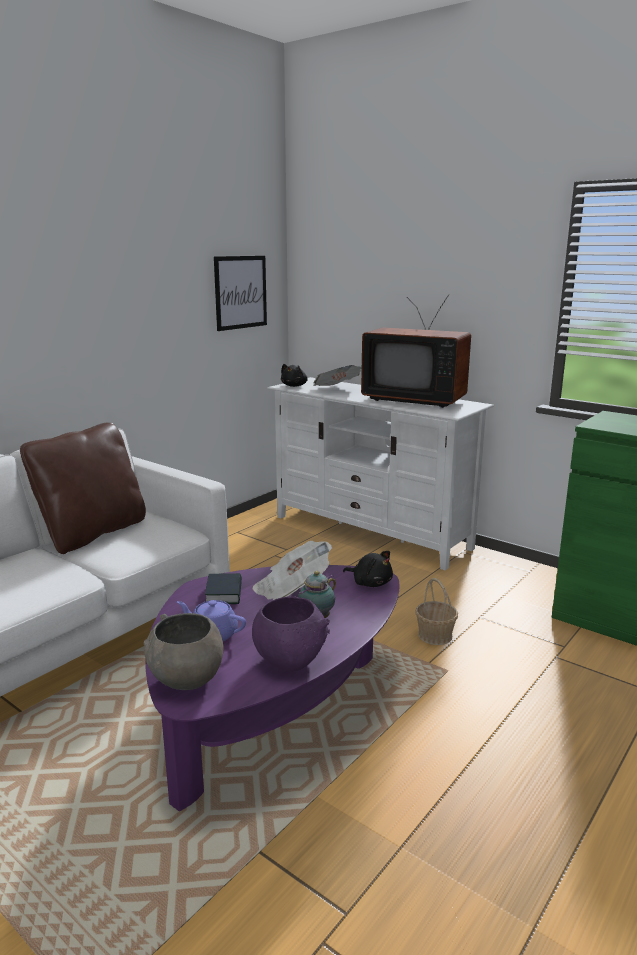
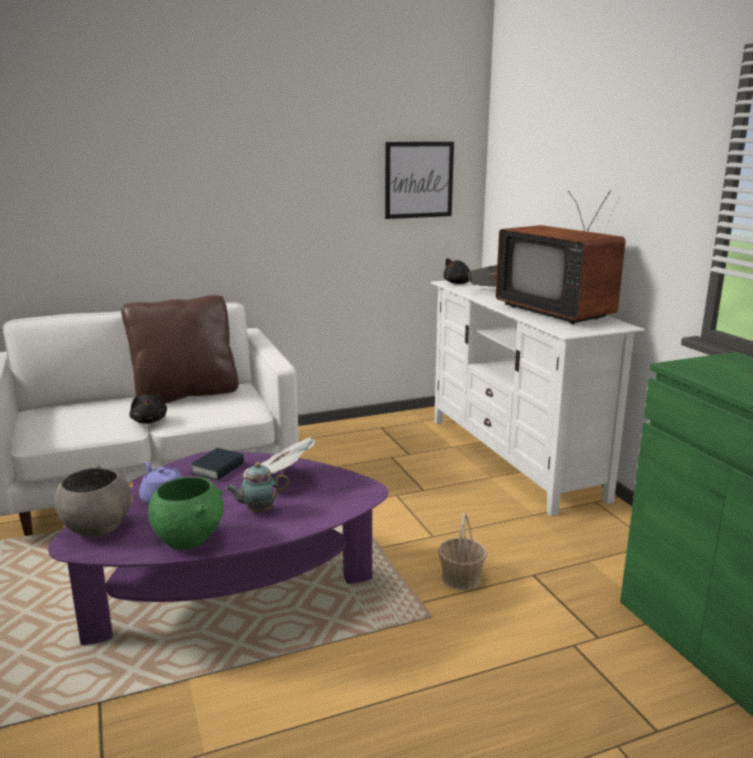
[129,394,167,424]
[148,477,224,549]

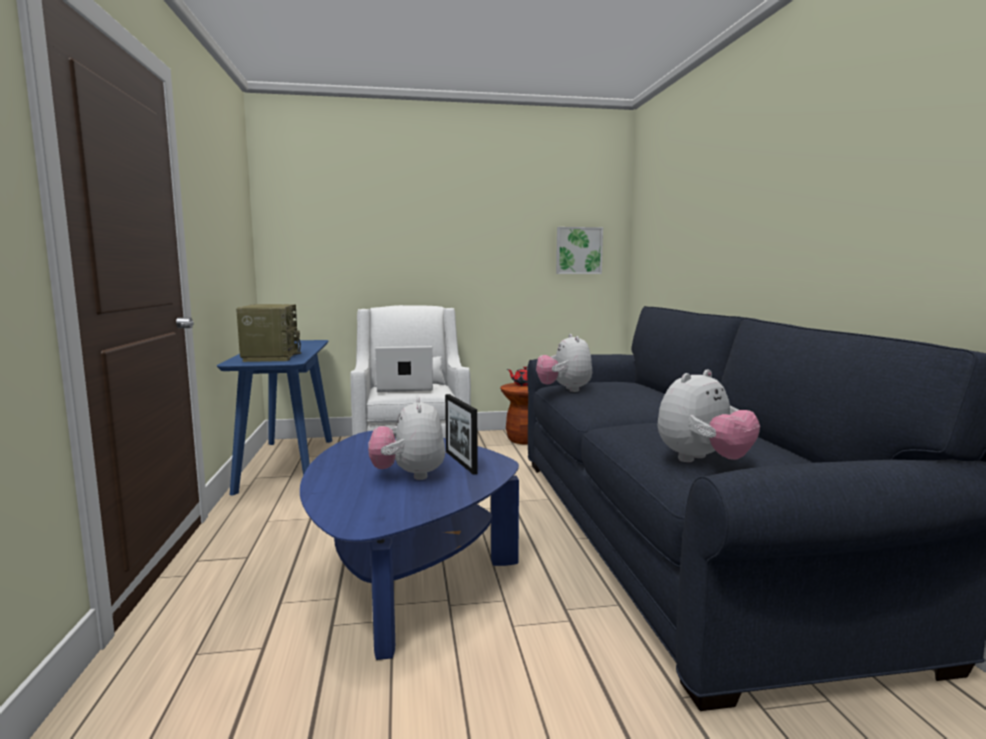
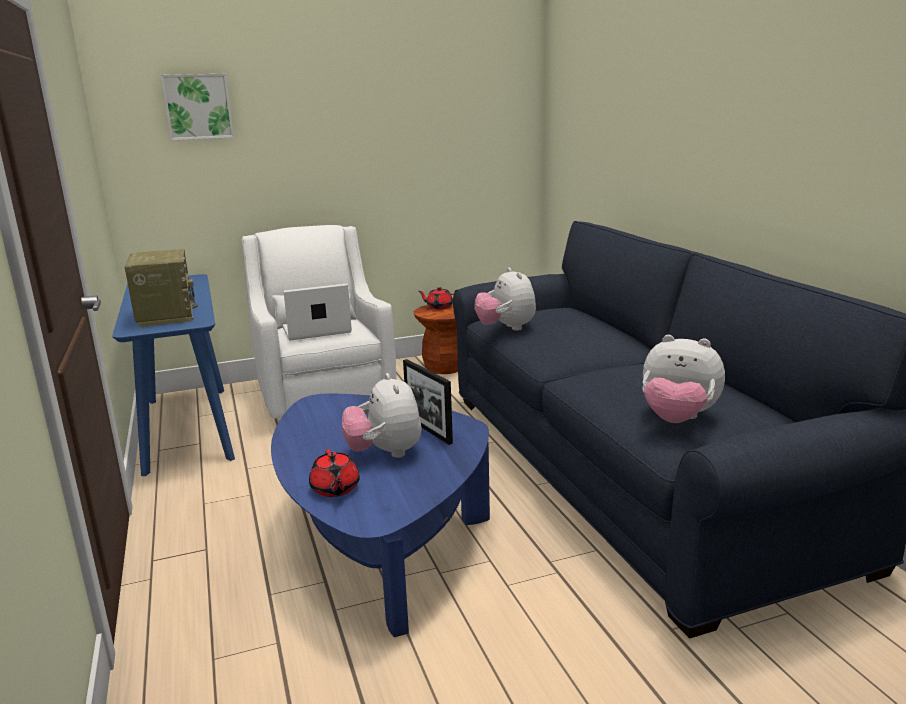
[309,450,360,497]
[161,74,234,141]
[642,335,725,423]

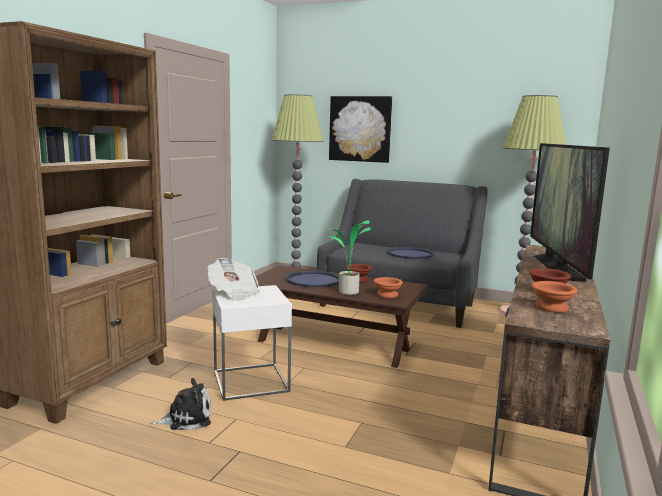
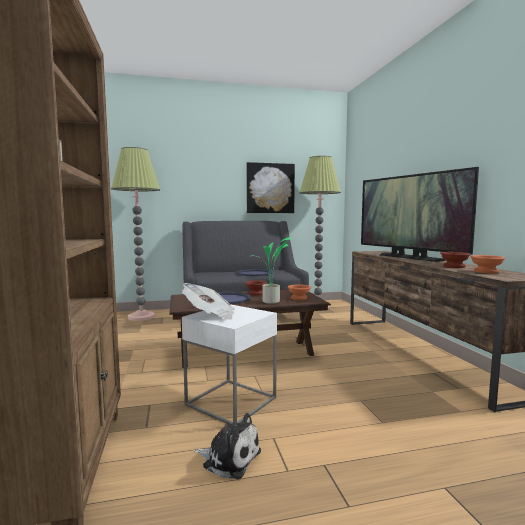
[246,162,295,213]
[194,413,261,479]

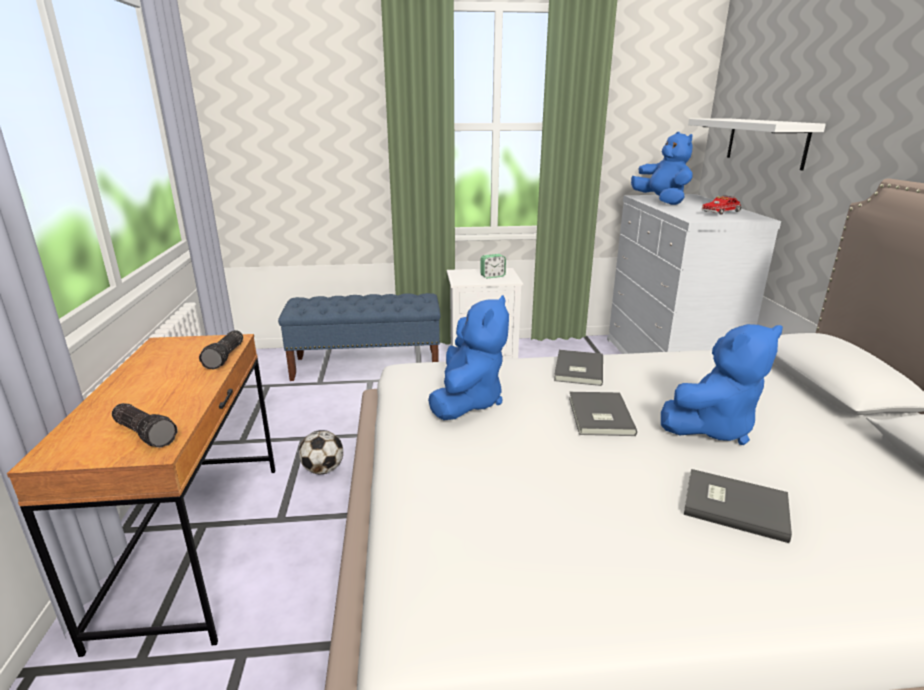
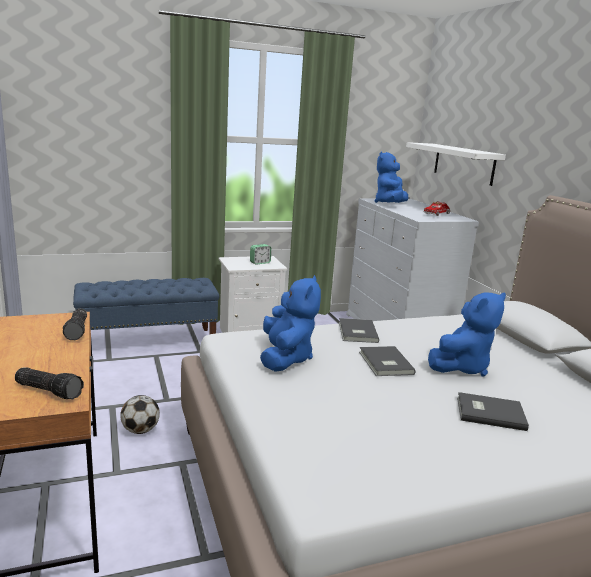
[375,152,408,203]

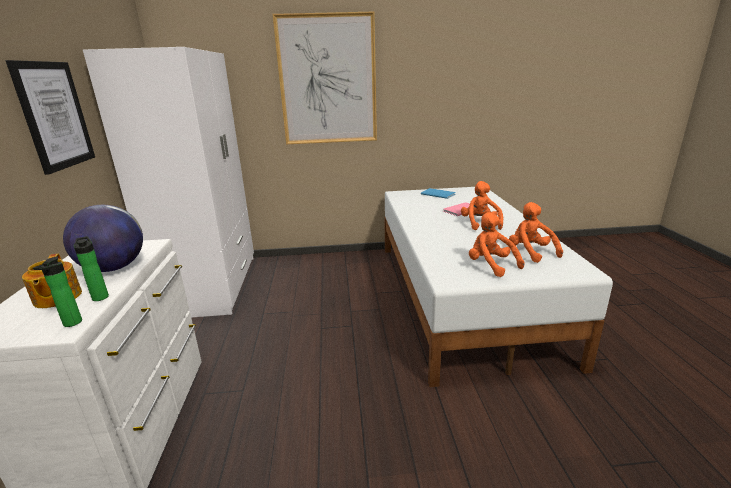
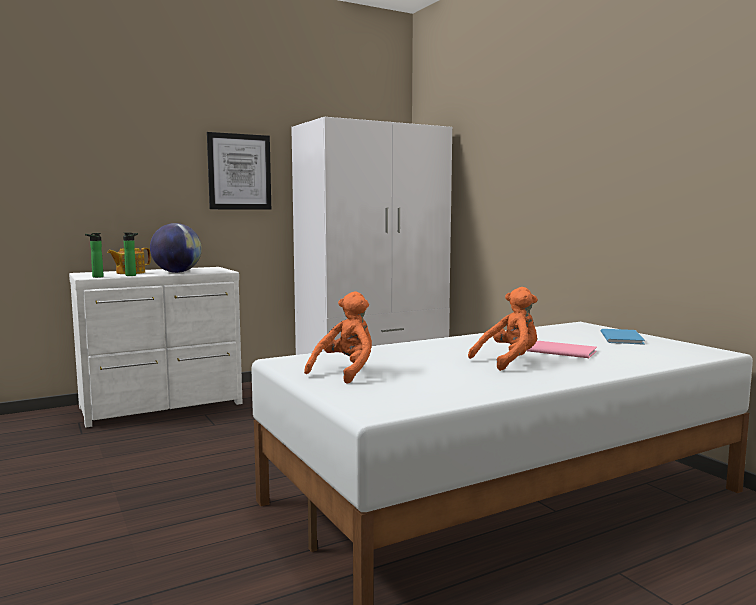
[273,12,377,144] (first image)
[509,202,563,263] (first image)

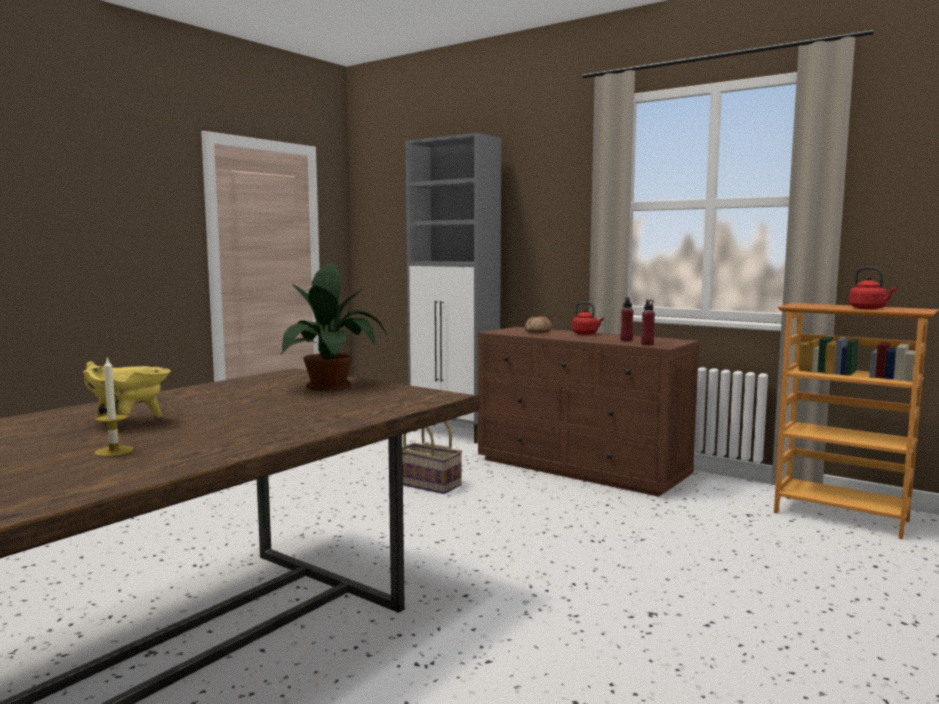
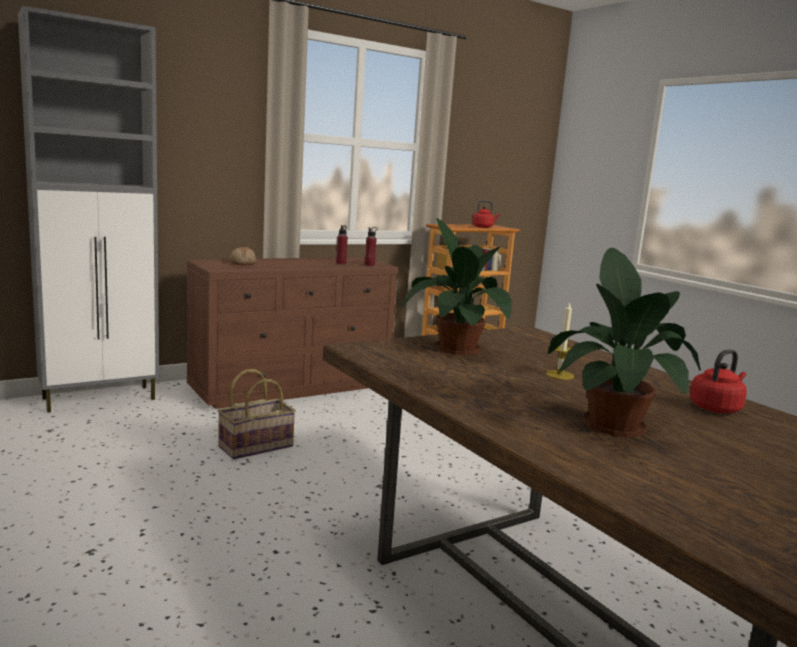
[546,302,574,380]
[690,349,747,413]
[548,248,701,437]

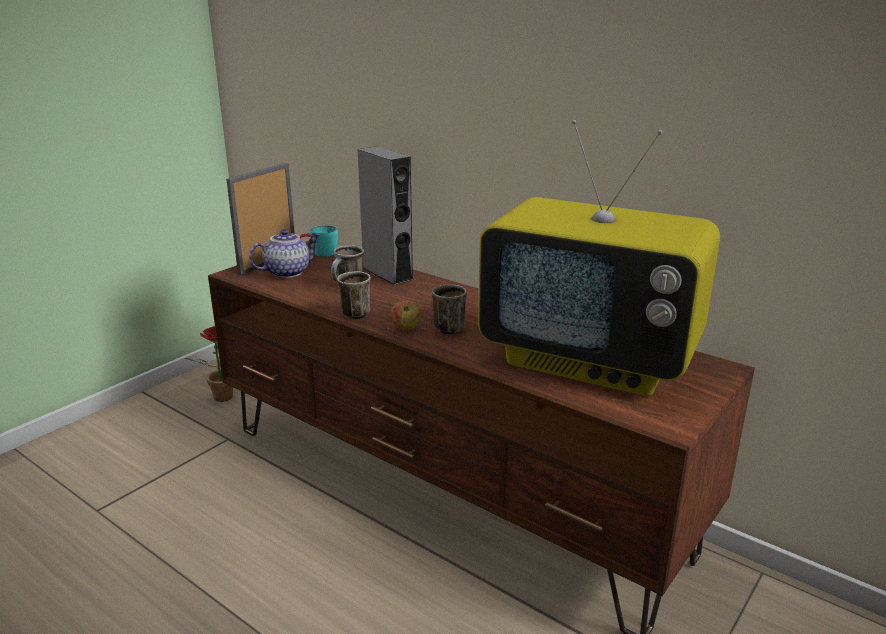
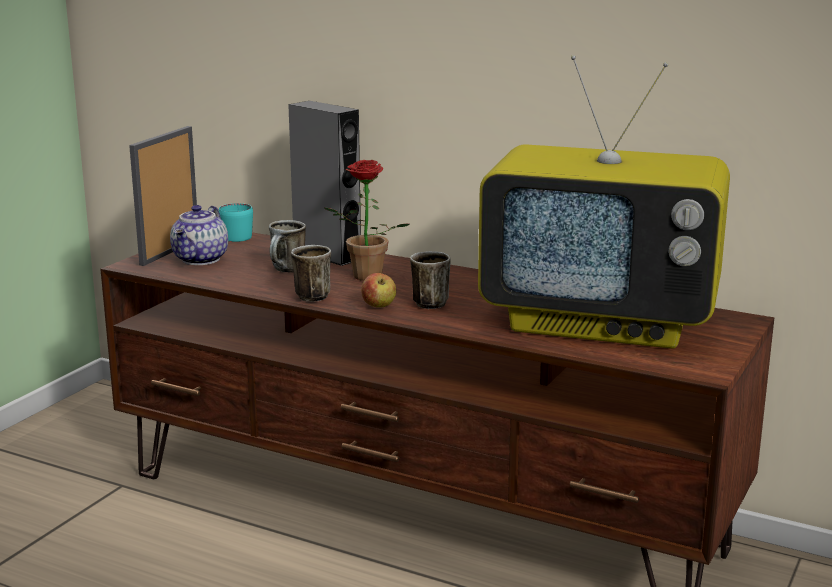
[324,160,410,281]
[170,205,228,265]

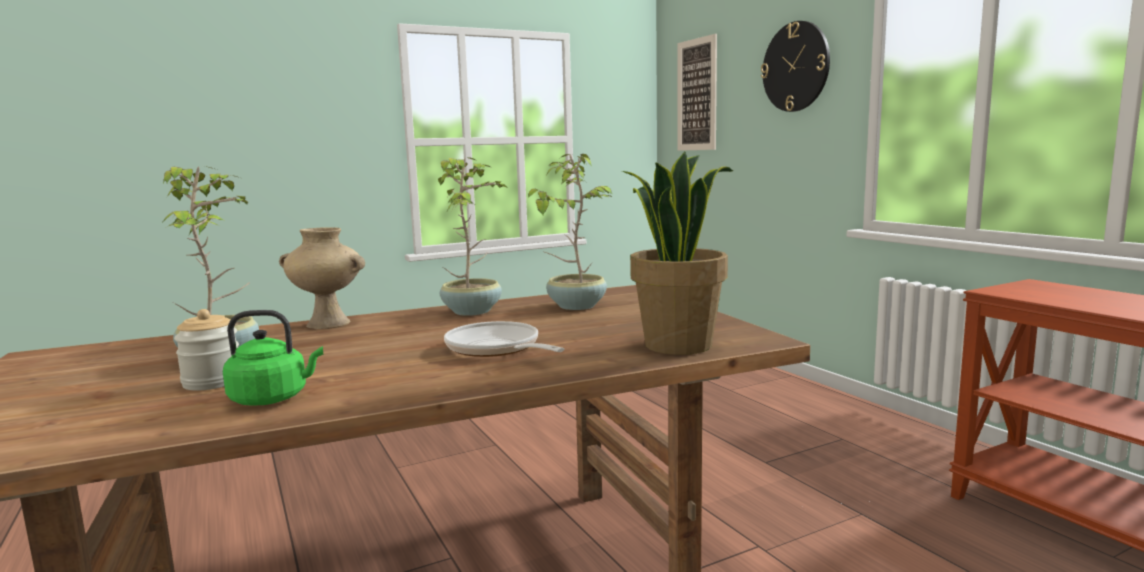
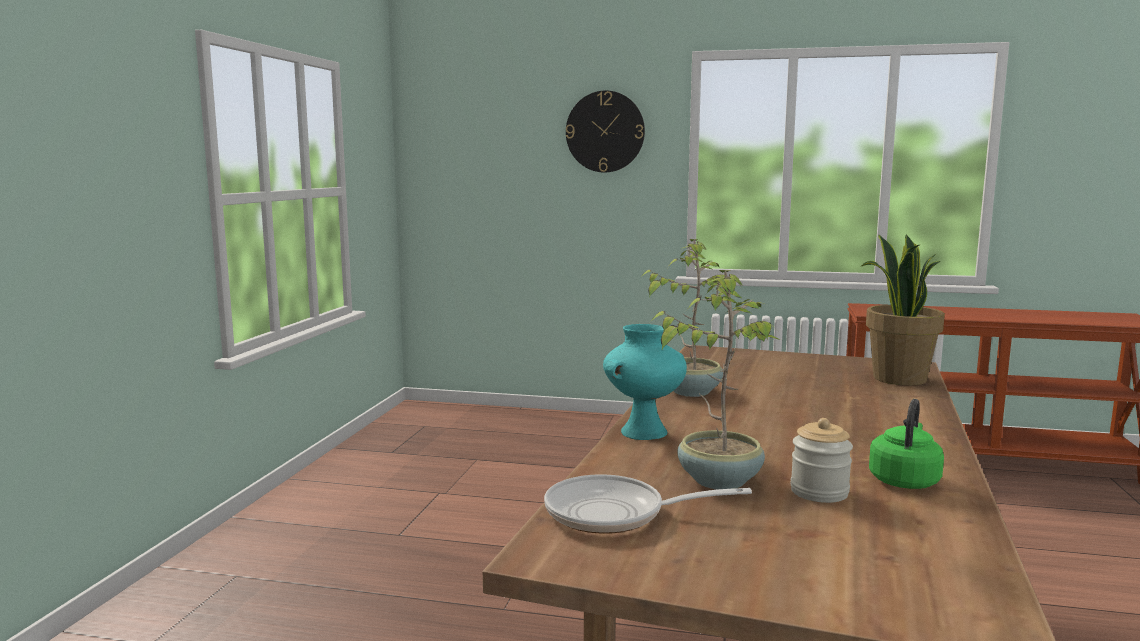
[528,154,613,310] (first image)
[678,34,717,151] (first image)
[544,474,752,534]
[603,324,687,440]

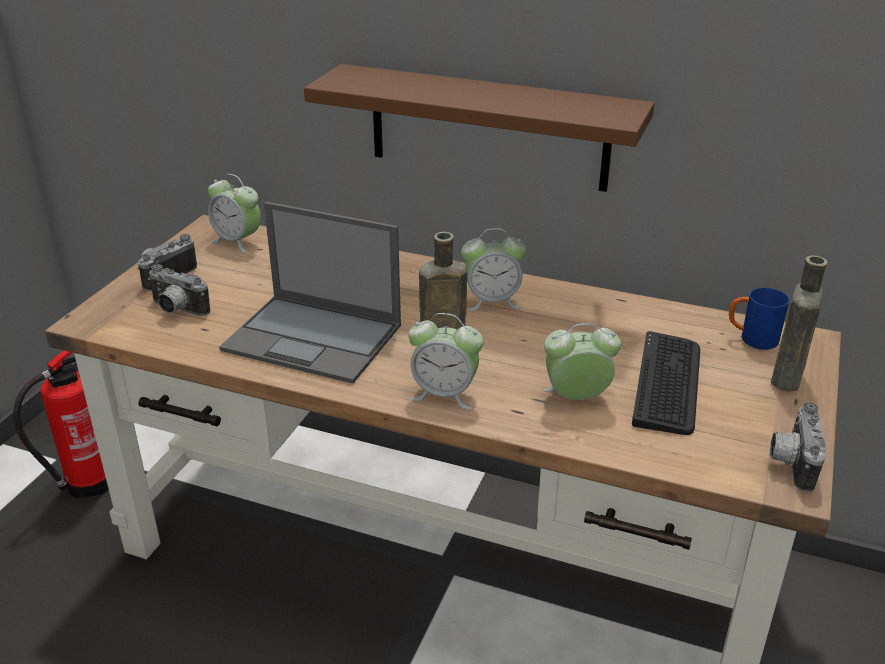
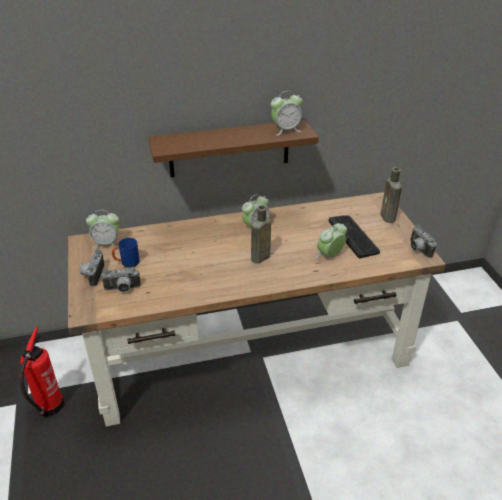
[219,202,401,383] (first image)
[271,91,303,136]
[112,238,140,268]

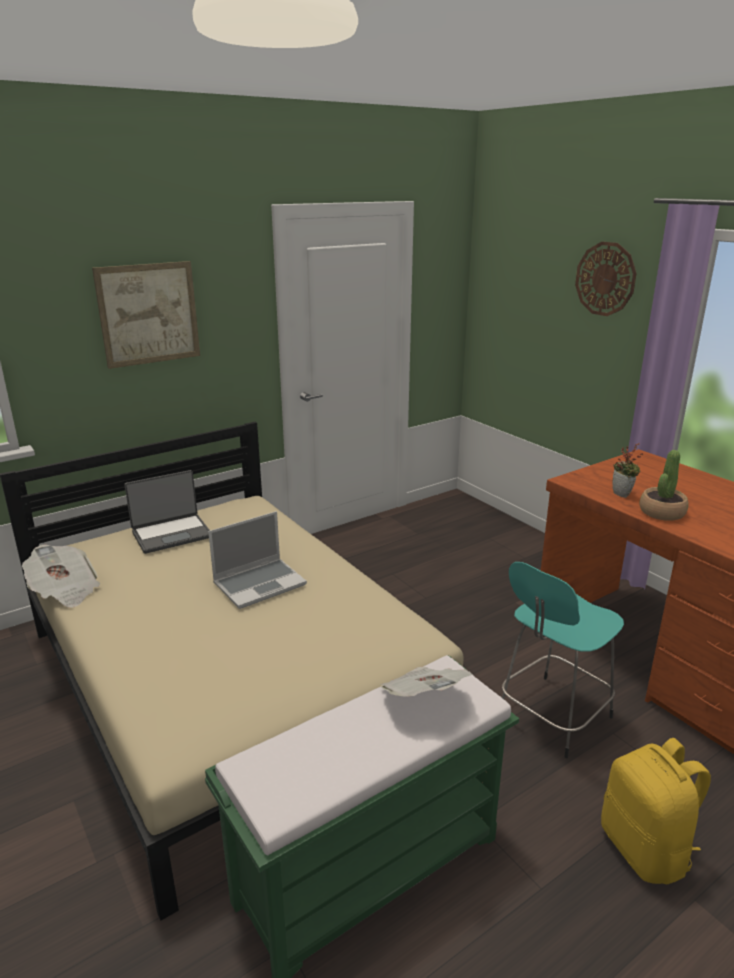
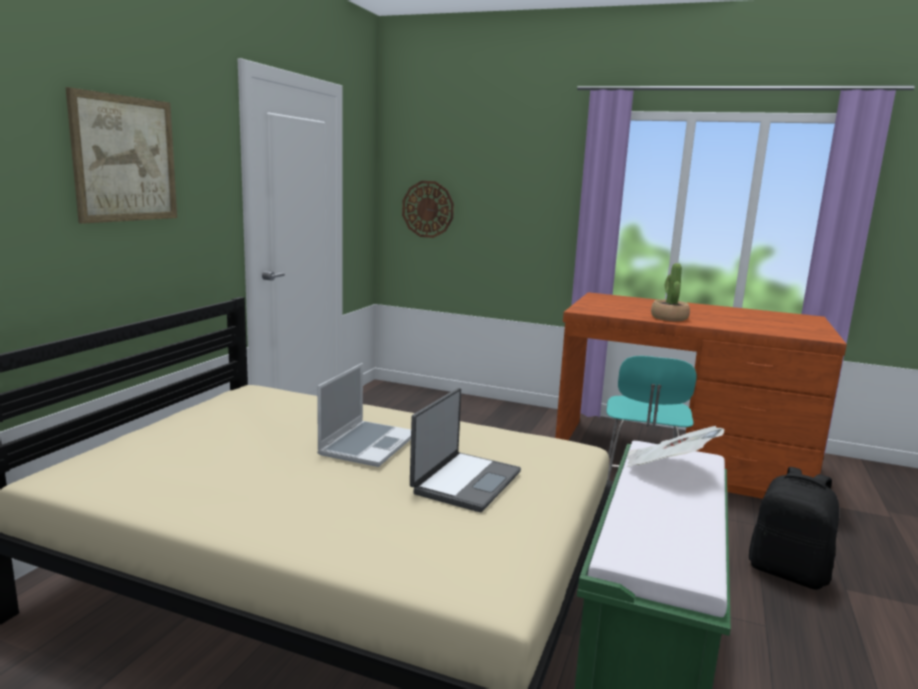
[22,544,100,608] (first image)
[612,443,643,498] (first image)
[410,388,521,512]
[402,181,454,238]
[749,467,839,590]

